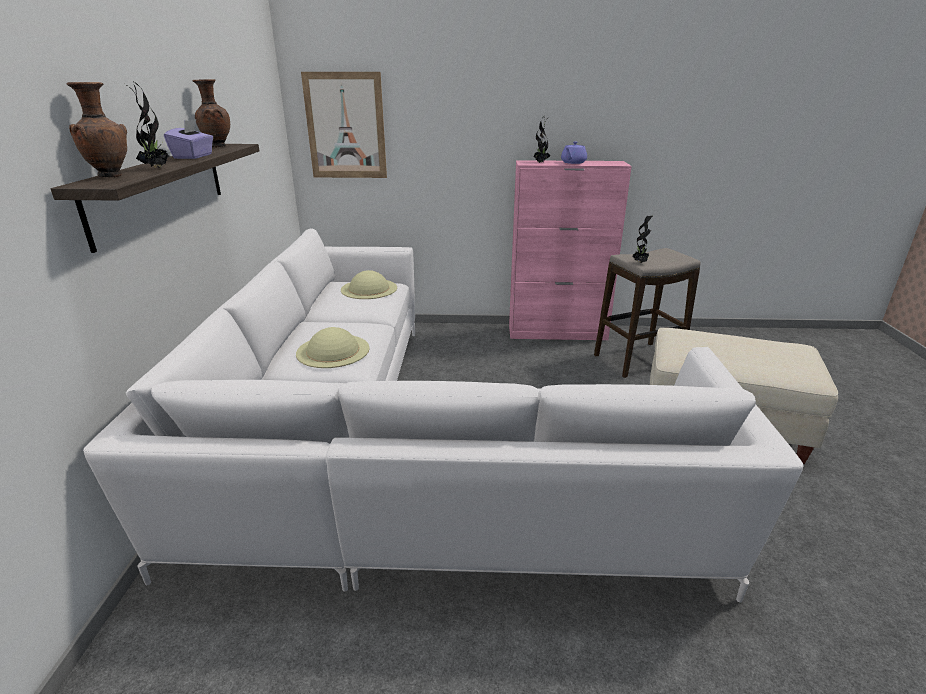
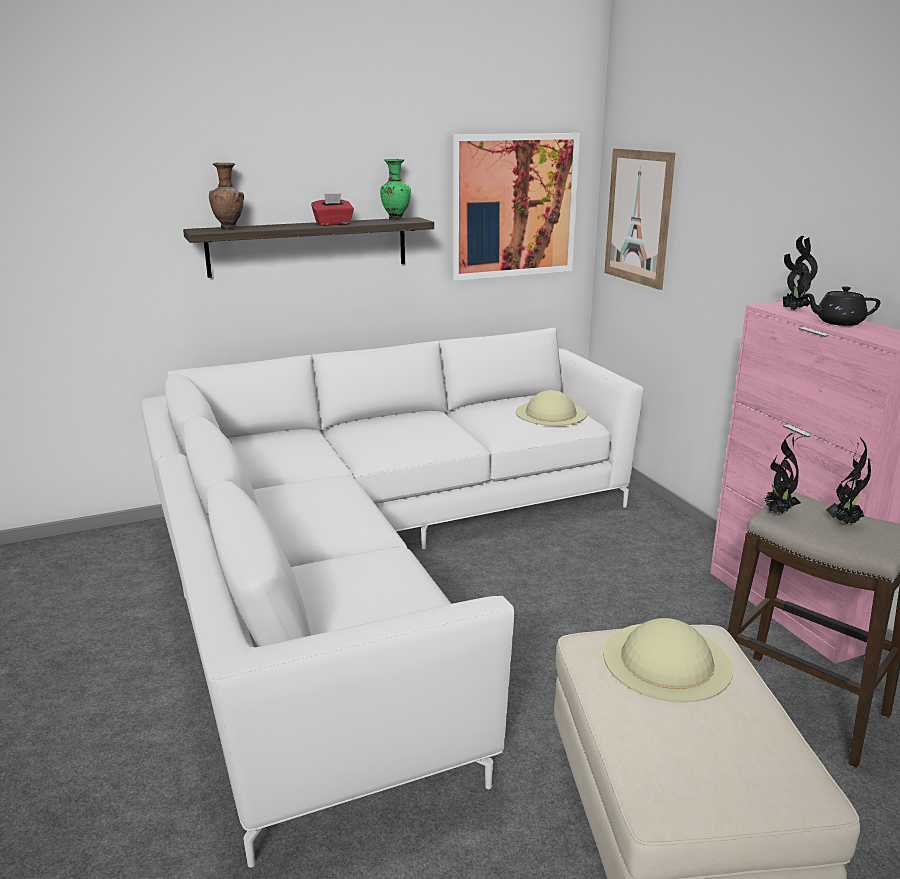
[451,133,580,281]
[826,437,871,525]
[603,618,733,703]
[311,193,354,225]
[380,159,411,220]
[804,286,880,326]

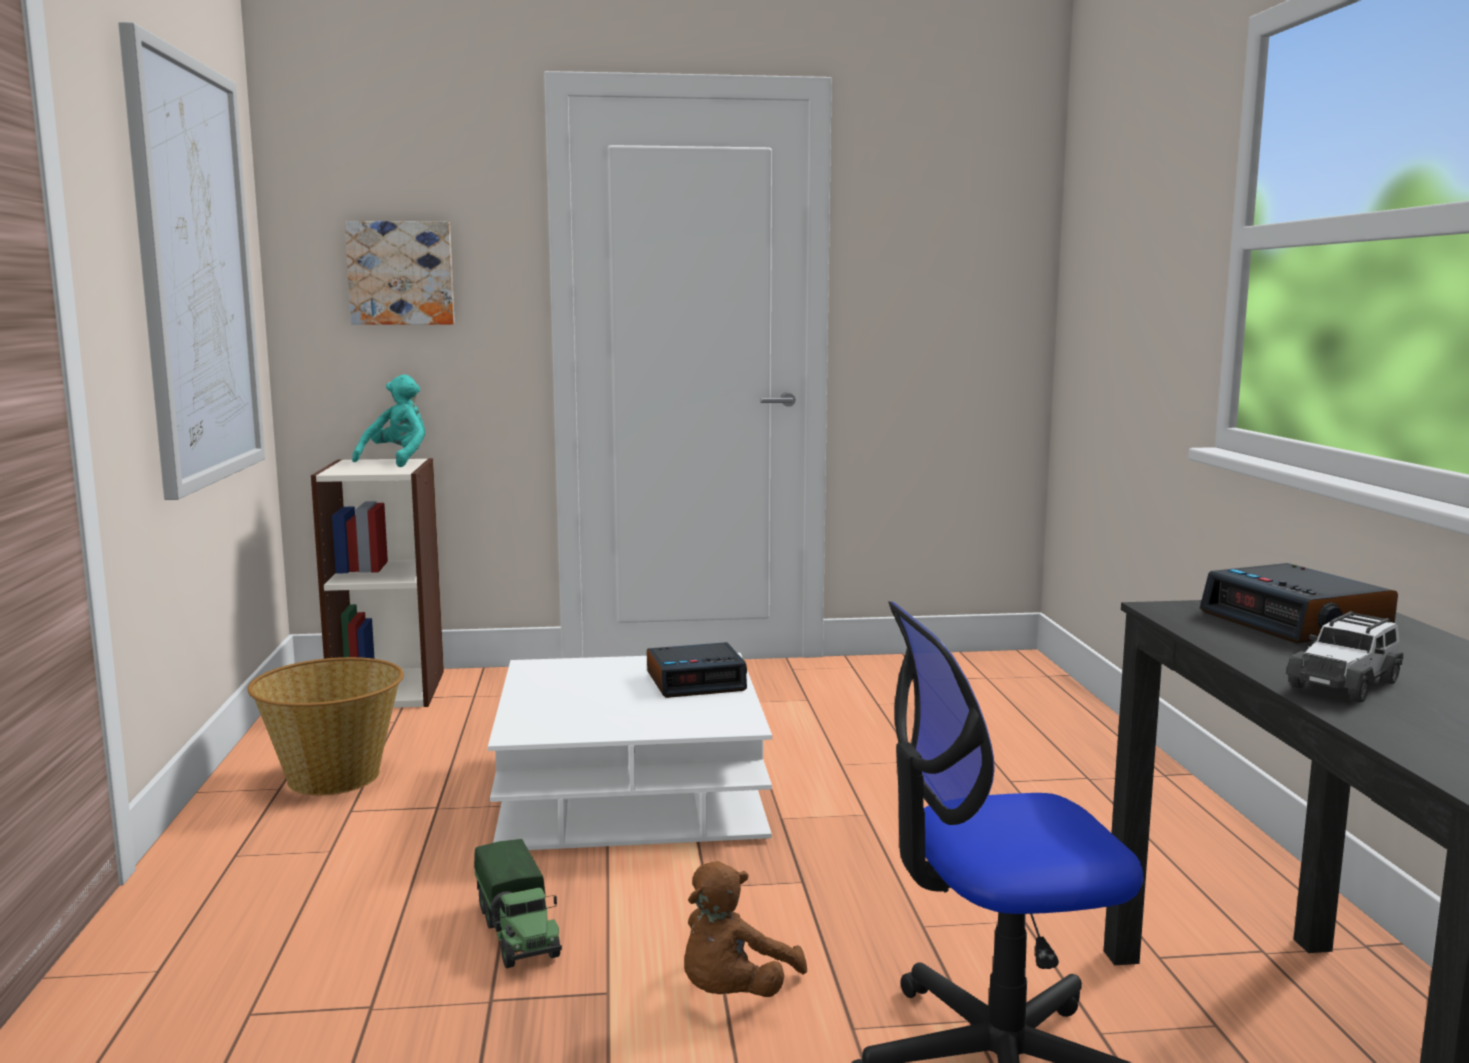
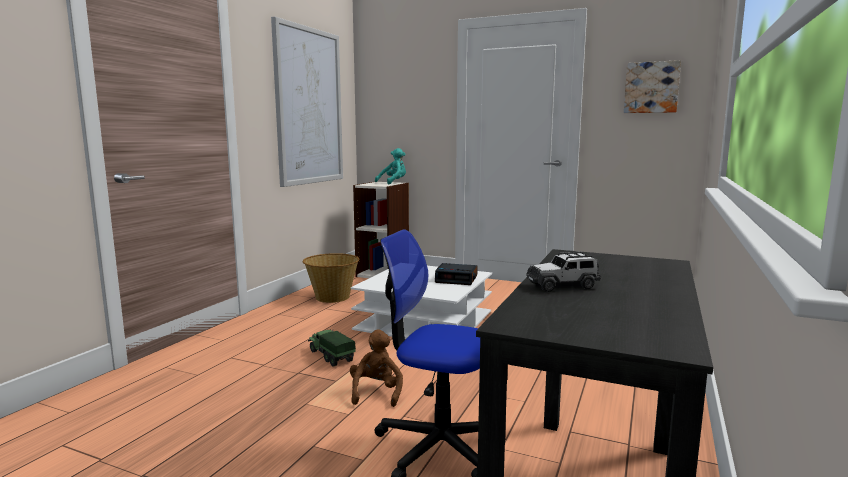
[1200,563,1398,643] (first image)
[624,60,681,113]
[308,329,356,366]
[350,329,403,407]

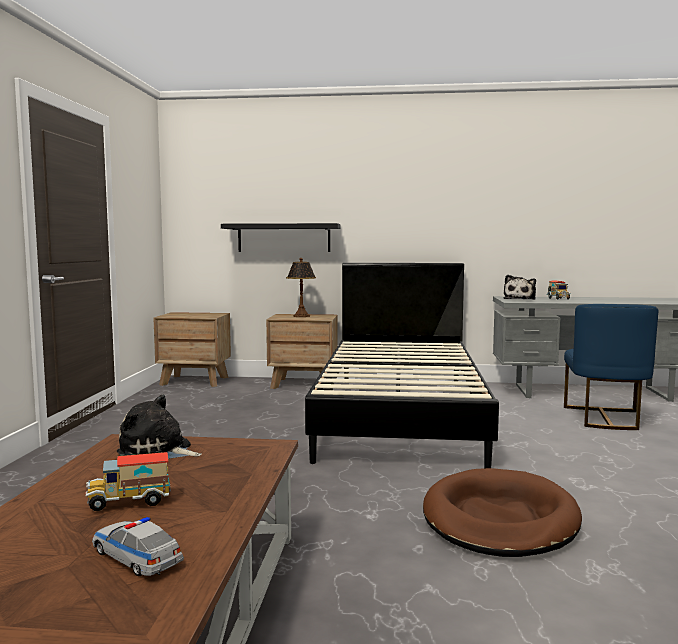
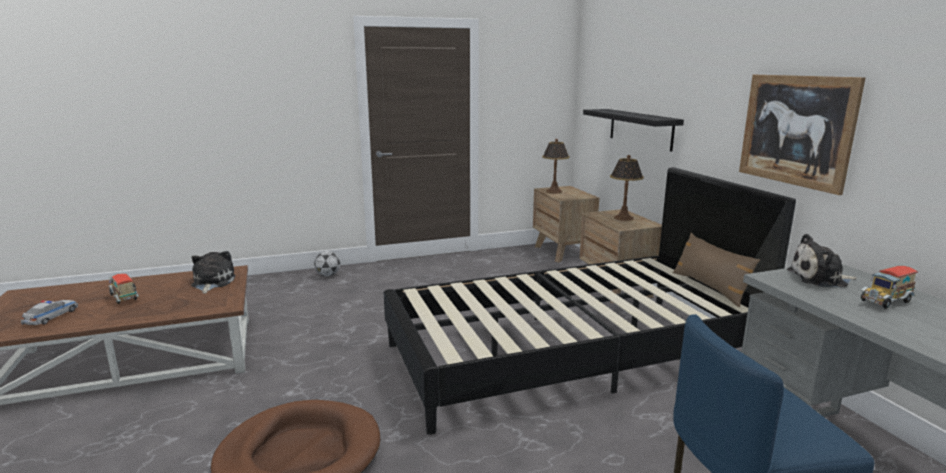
[314,251,340,276]
[542,139,570,193]
[673,233,760,307]
[739,75,866,195]

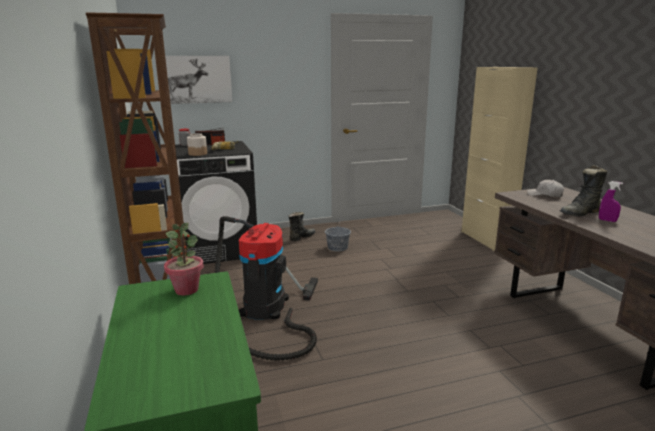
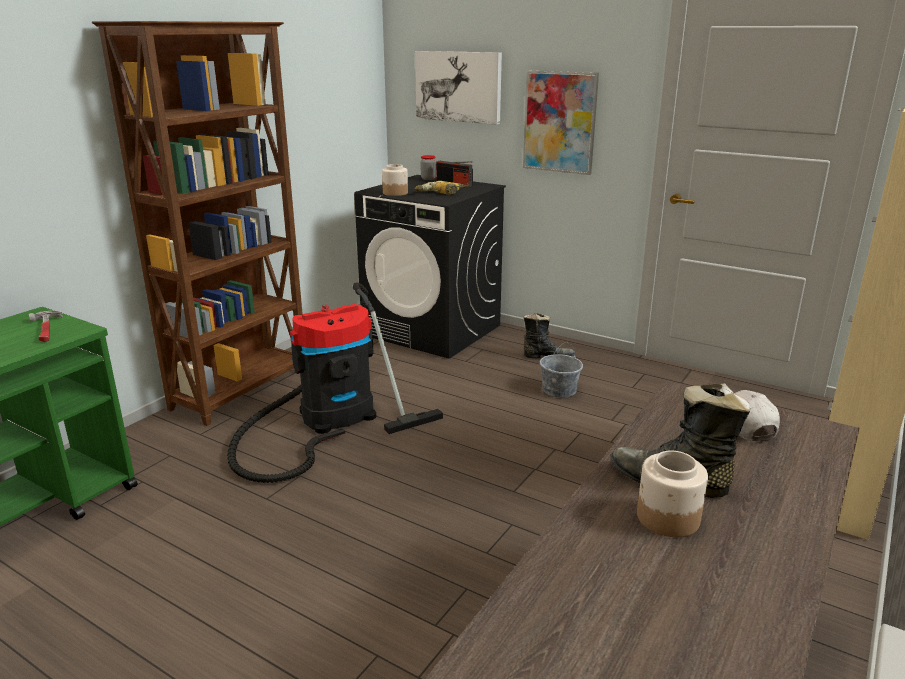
[523,70,599,175]
[29,311,63,342]
[637,451,708,537]

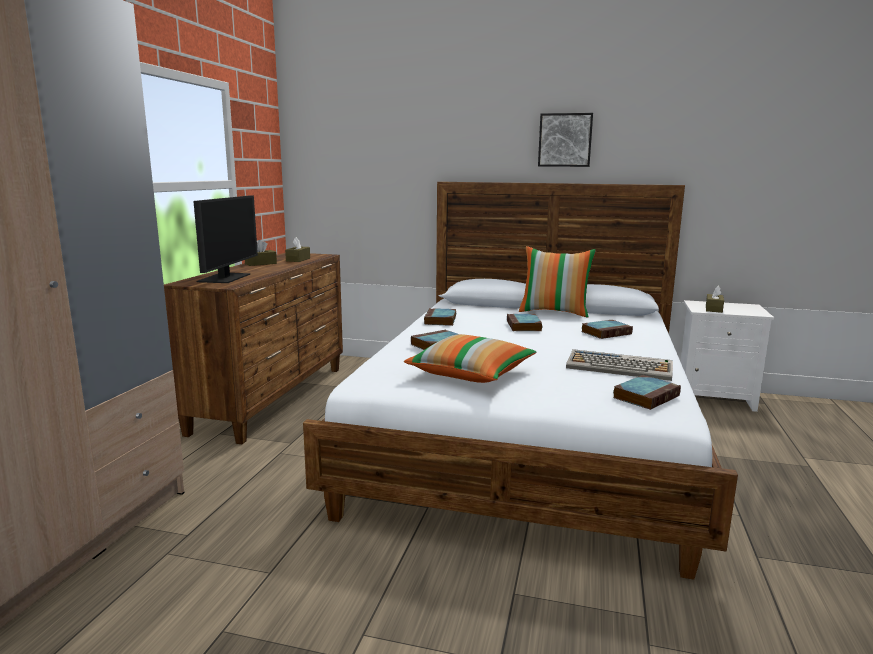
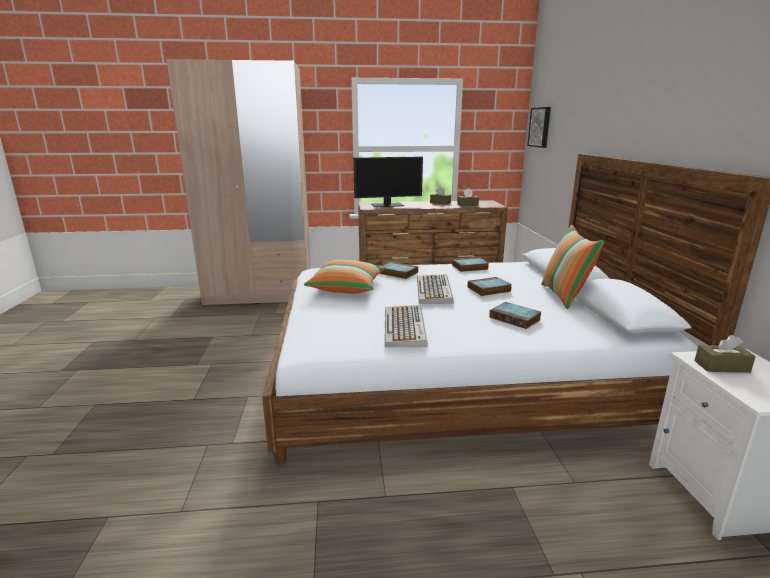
[613,375,681,410] (first image)
[417,274,454,304]
[527,107,551,148]

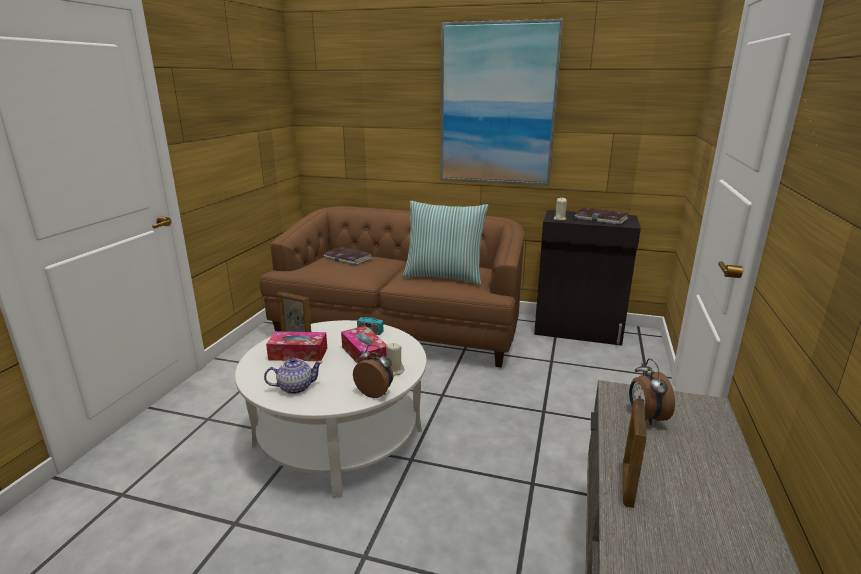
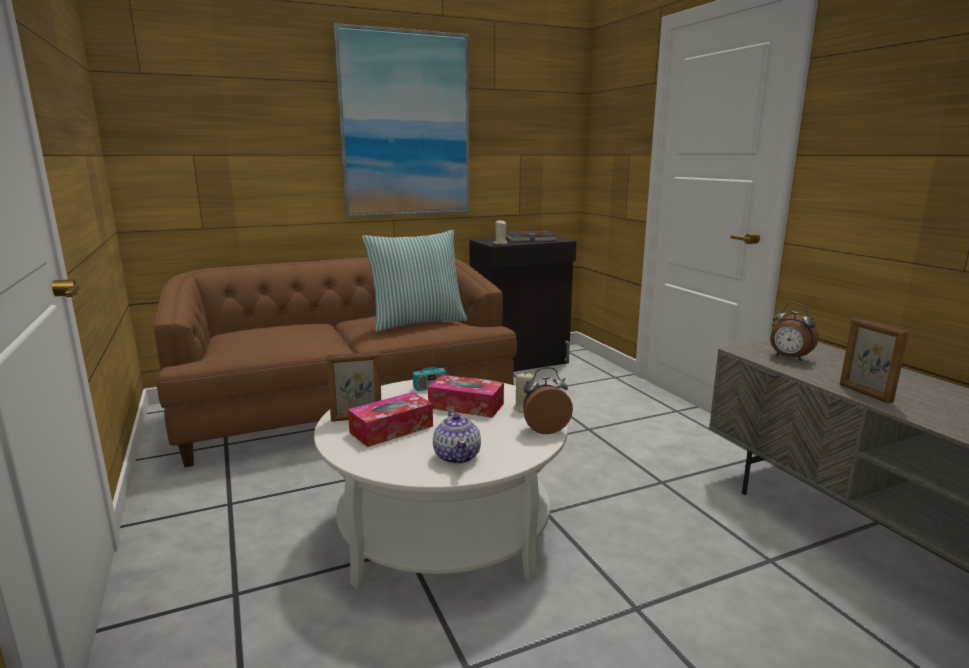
[323,247,373,265] (first image)
[433,410,481,464]

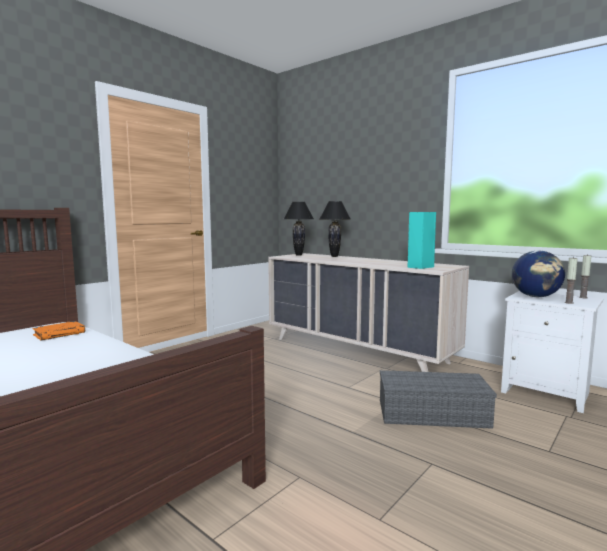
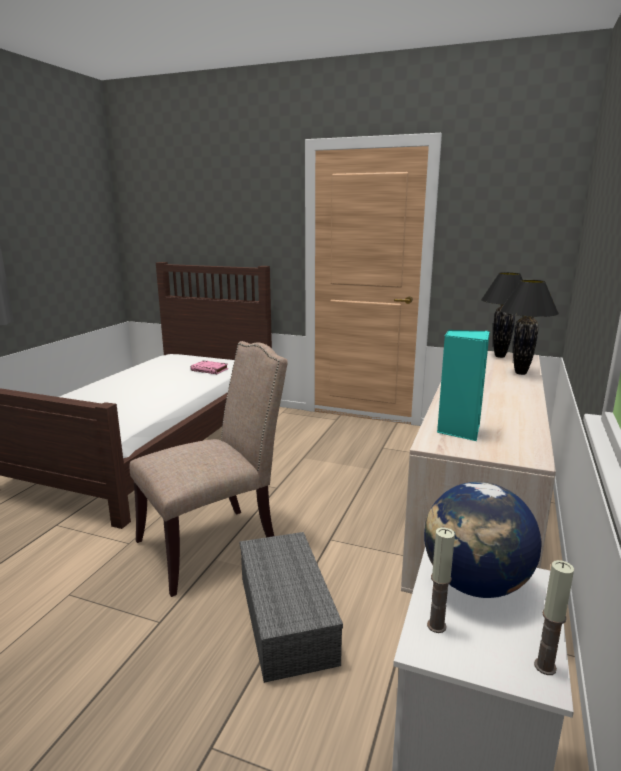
[129,341,288,597]
[190,360,229,374]

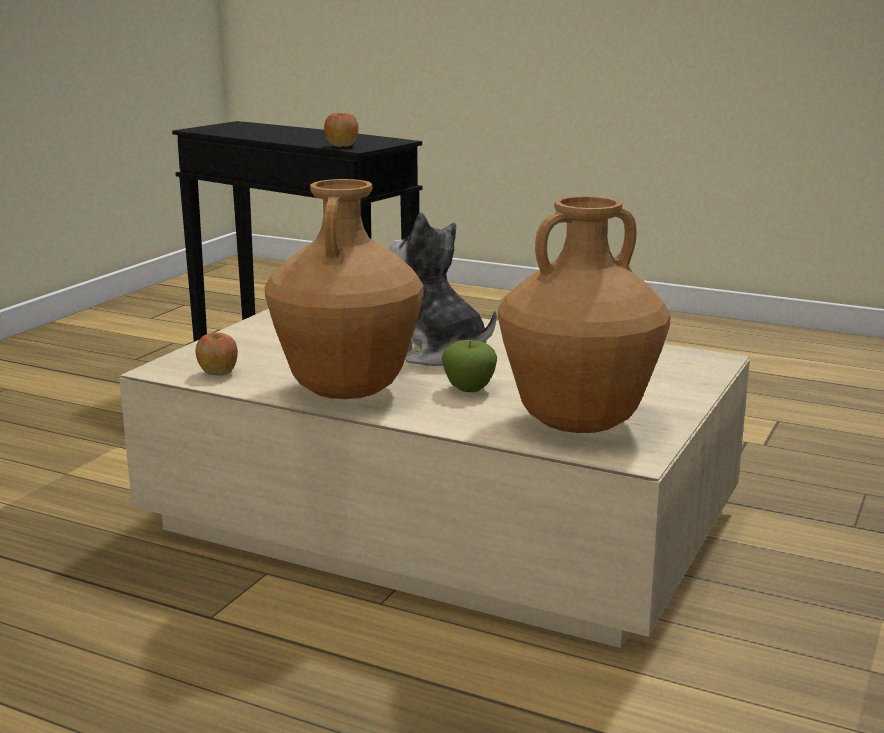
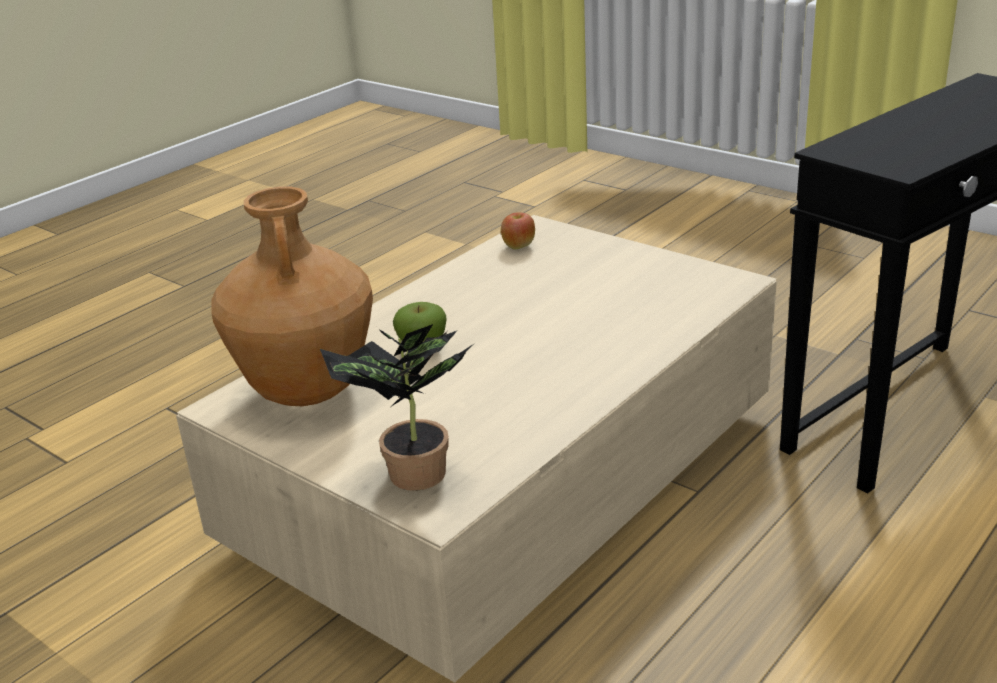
[265,179,424,399] (first image)
[324,113,358,147] (first image)
[389,212,496,366] (first image)
[320,324,475,491]

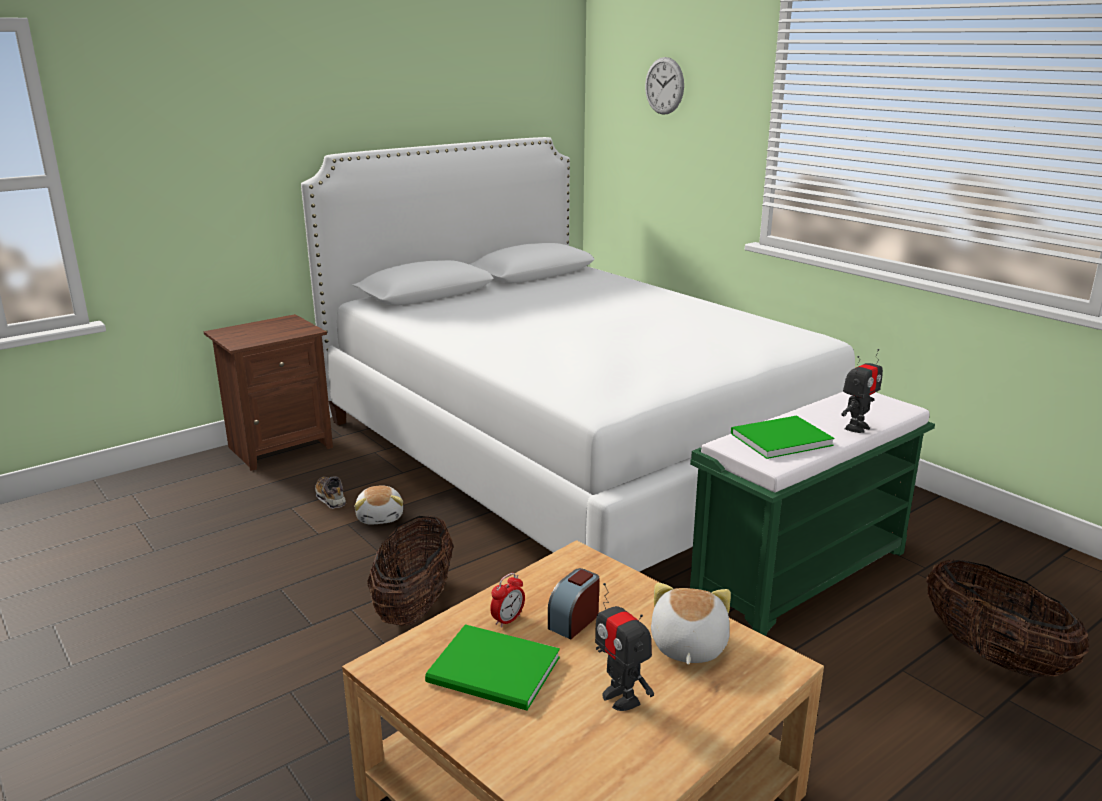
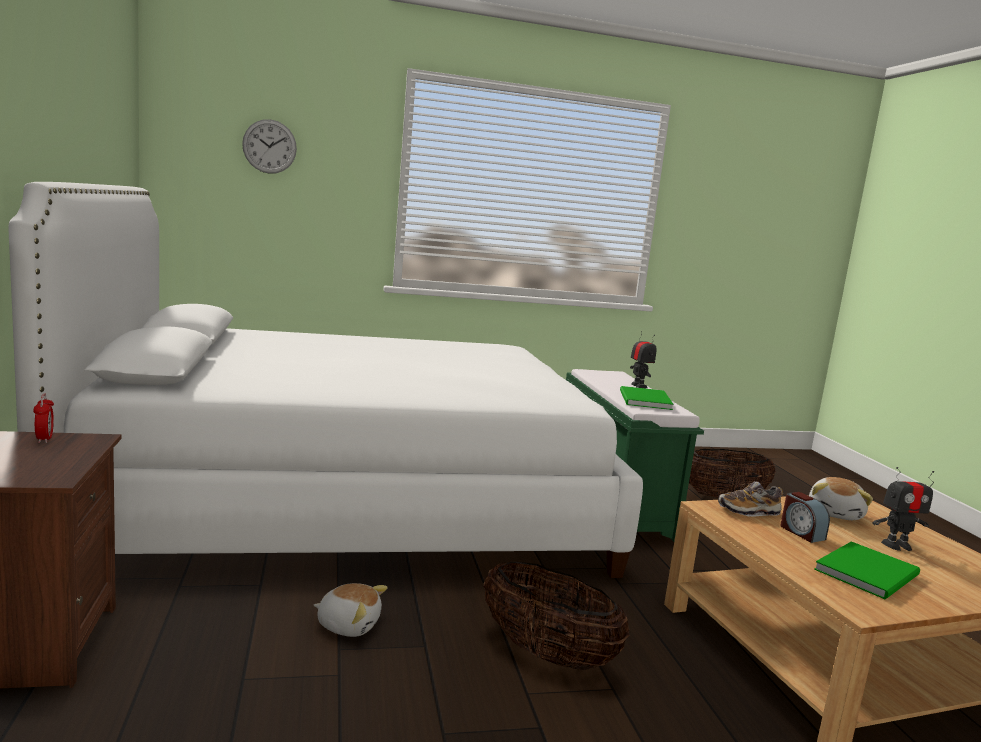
[718,481,783,517]
[33,393,54,443]
[809,477,873,520]

